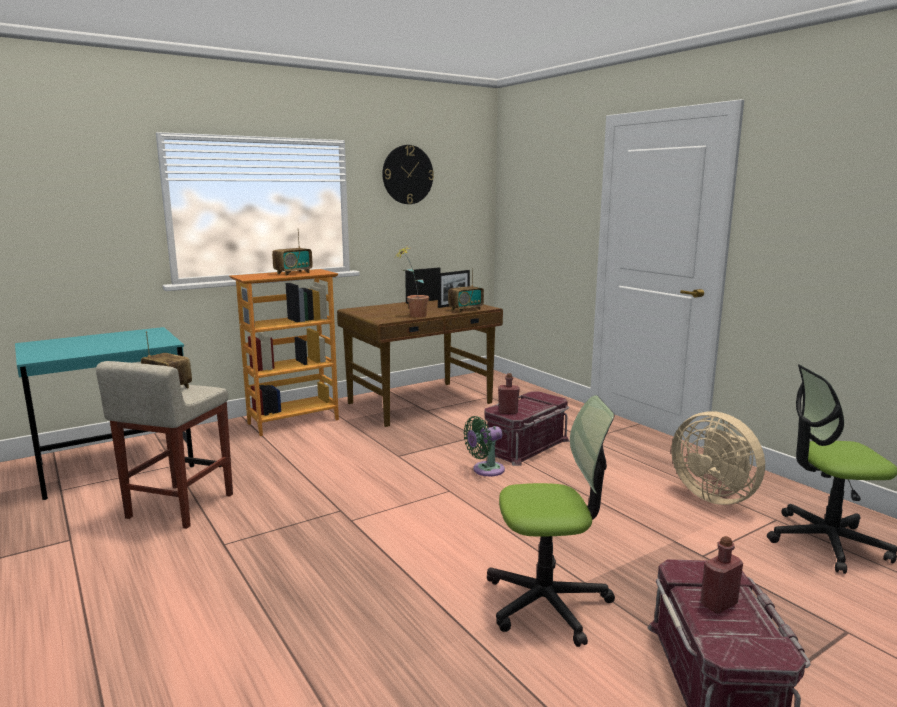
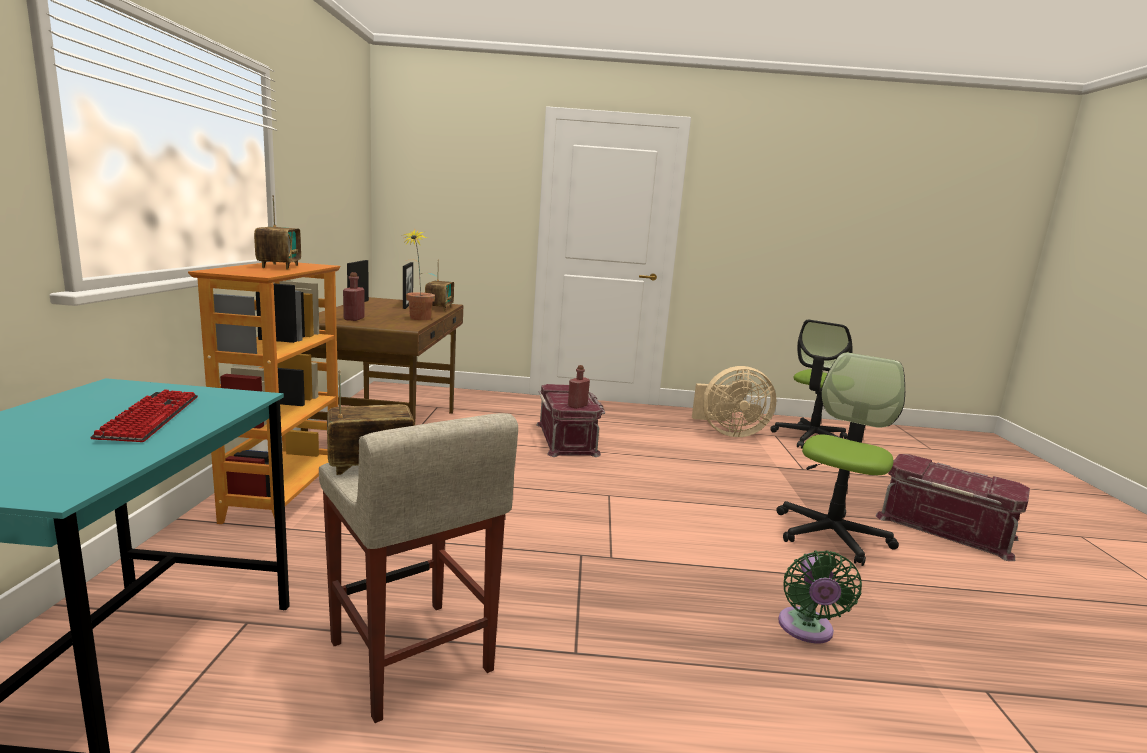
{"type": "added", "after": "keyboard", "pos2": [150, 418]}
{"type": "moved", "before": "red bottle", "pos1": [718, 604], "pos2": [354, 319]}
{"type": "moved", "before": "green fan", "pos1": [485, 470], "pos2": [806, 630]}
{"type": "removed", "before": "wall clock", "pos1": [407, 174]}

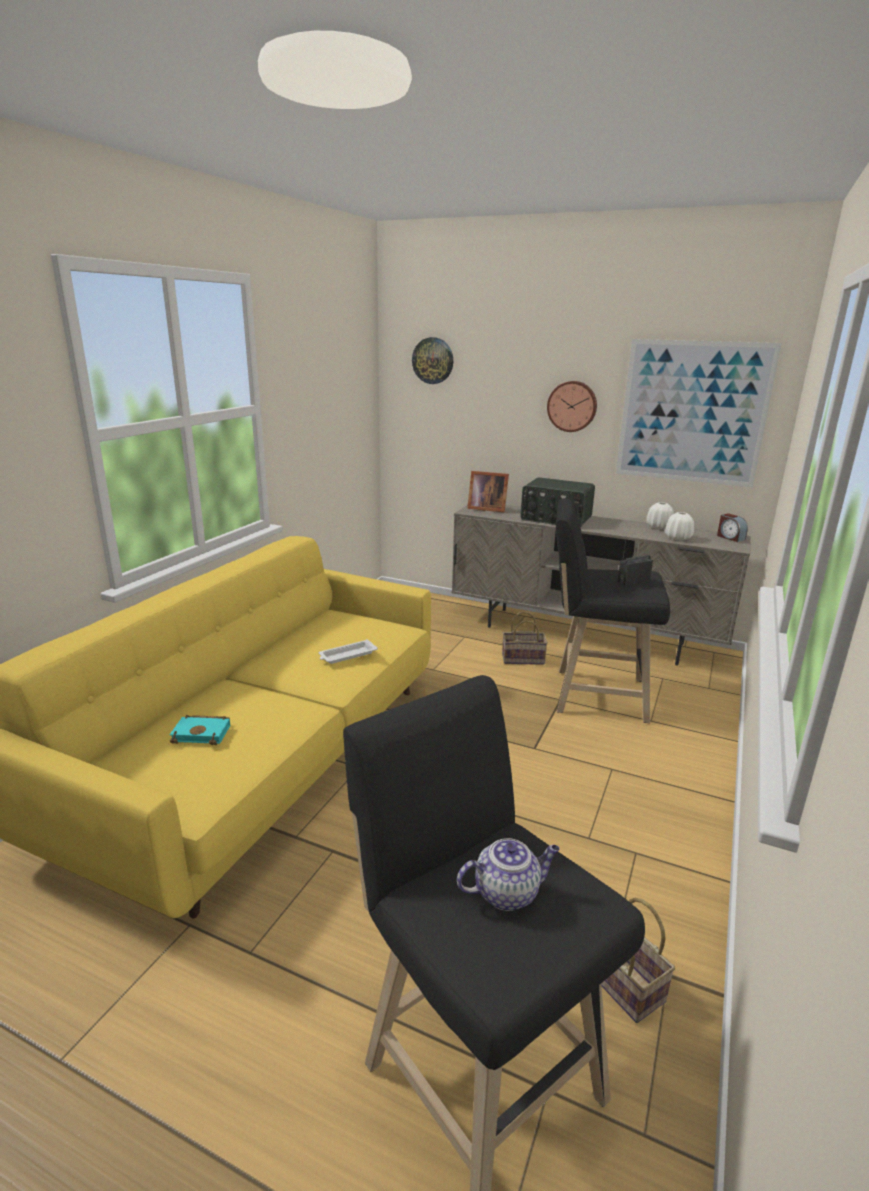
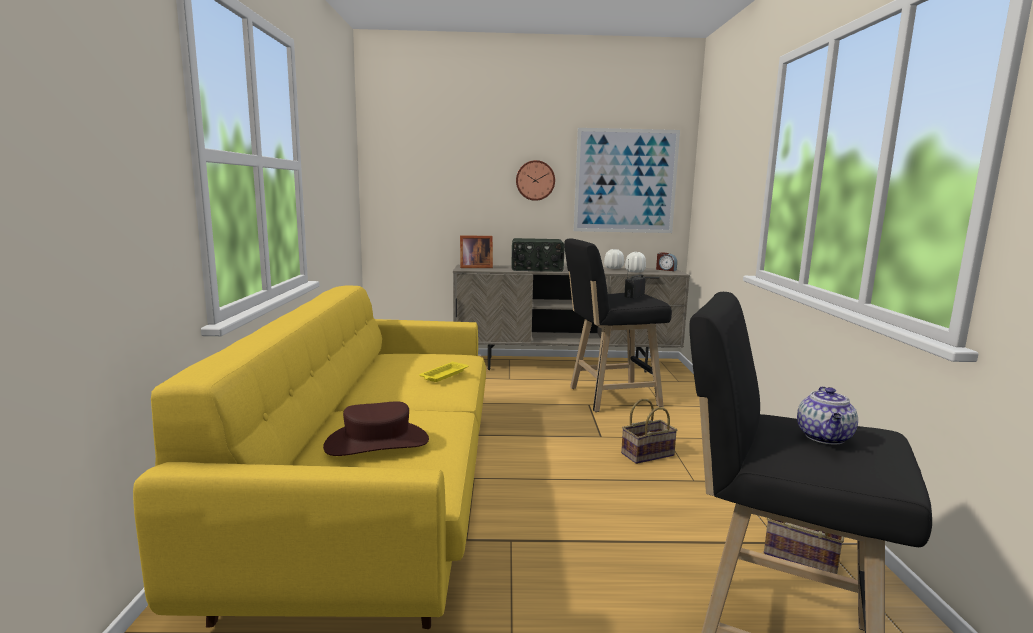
{"type": "replaced", "before": "turquoise book", "after": "brown hat", "pos1": [203, 733], "pos2": [377, 442]}
{"type": "recoloured", "before": "white tray", "after": "yellow tray", "pos1": [347, 655], "pos2": [443, 375]}
{"type": "moved", "before": "basket", "pos1": [524, 658], "pos2": [648, 454]}
{"type": "turned", "before": "teapot", "pos1": [507, 892], "pos2": [825, 438], "turn": 150}
{"type": "removed", "before": "wall clock", "pos1": [433, 360]}

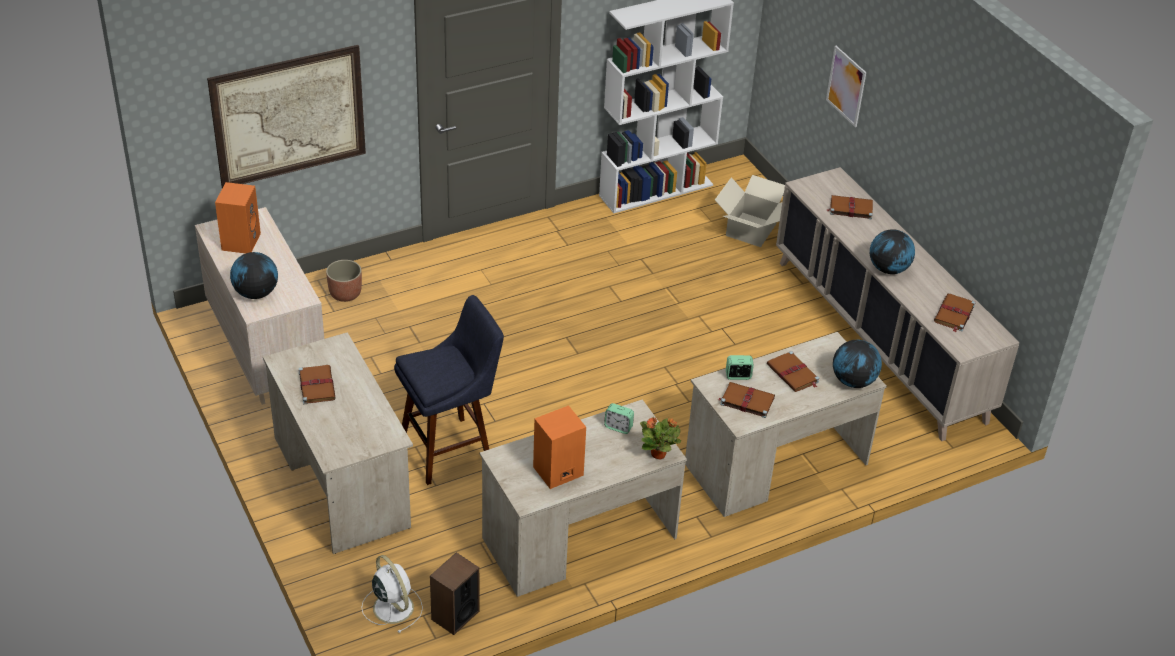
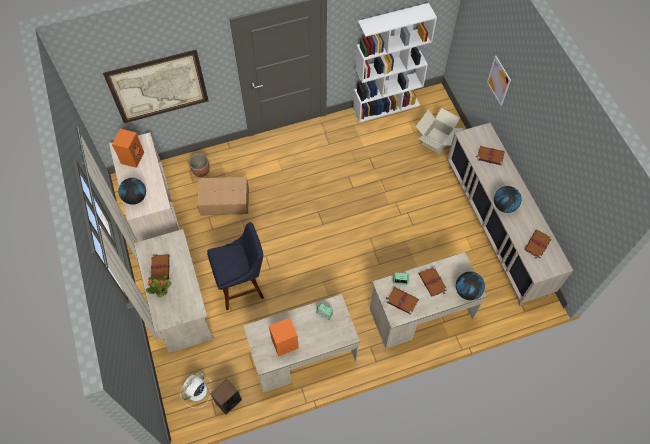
{"type": "moved", "before": "potted plant", "pos1": [659, 454], "pos2": [162, 292]}
{"type": "turned", "before": "white fan", "pos1": [392, 606], "pos2": [196, 392], "turn": -120}
{"type": "added", "after": "cardboard box", "pos2": [224, 200]}

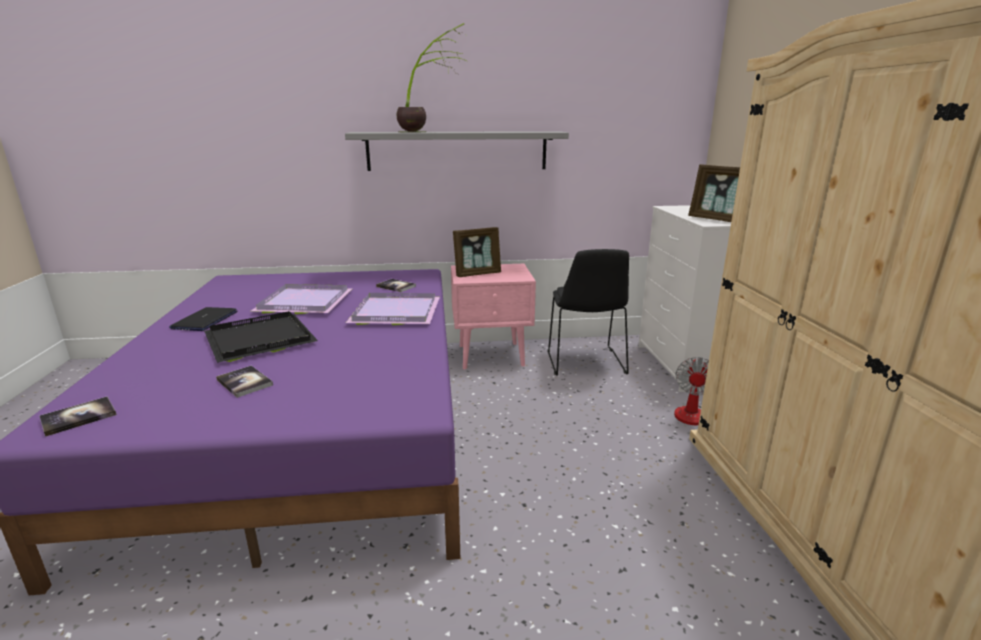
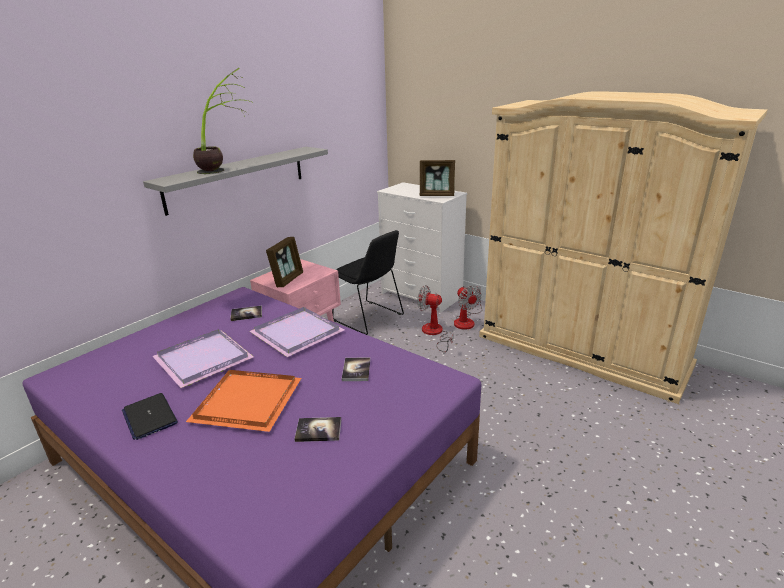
{"type": "recoloured", "before": "black tray", "after": "orange tray", "pos1": [261, 338], "pos2": [246, 400]}
{"type": "moved", "before": "book", "pos1": [78, 417], "pos2": [356, 370]}
{"type": "added", "after": "fan", "pos2": [435, 333]}

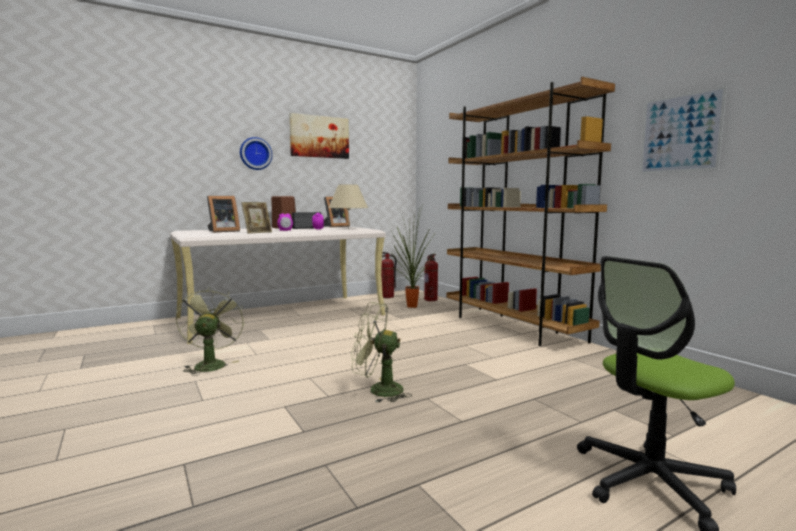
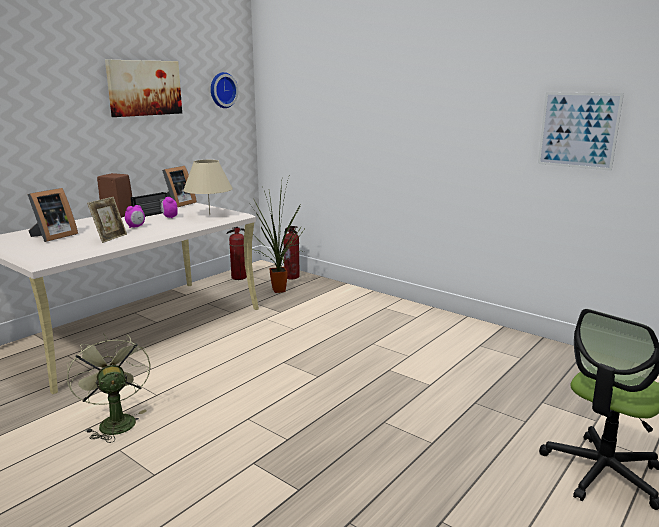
{"type": "moved", "before": "wall clock", "pos1": [255, 153], "pos2": [222, 90]}
{"type": "removed", "before": "green fan", "pos1": [378, 390]}
{"type": "removed", "before": "brown bookcase", "pos1": [512, 327]}

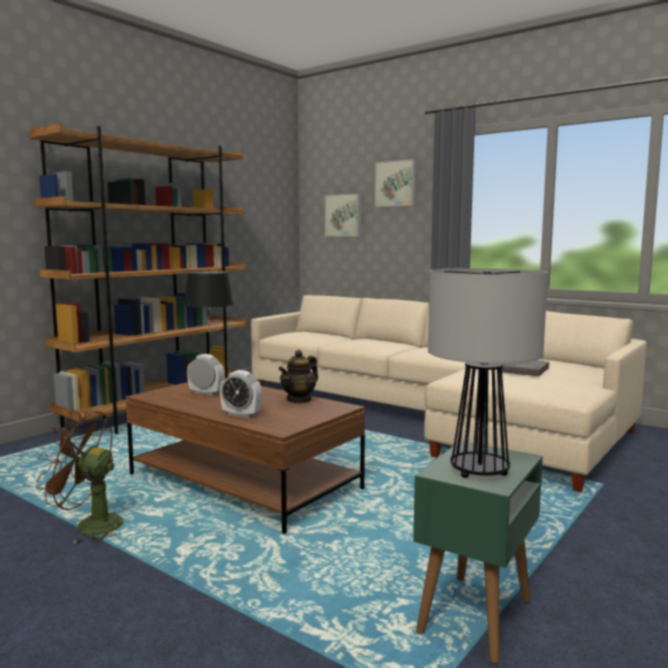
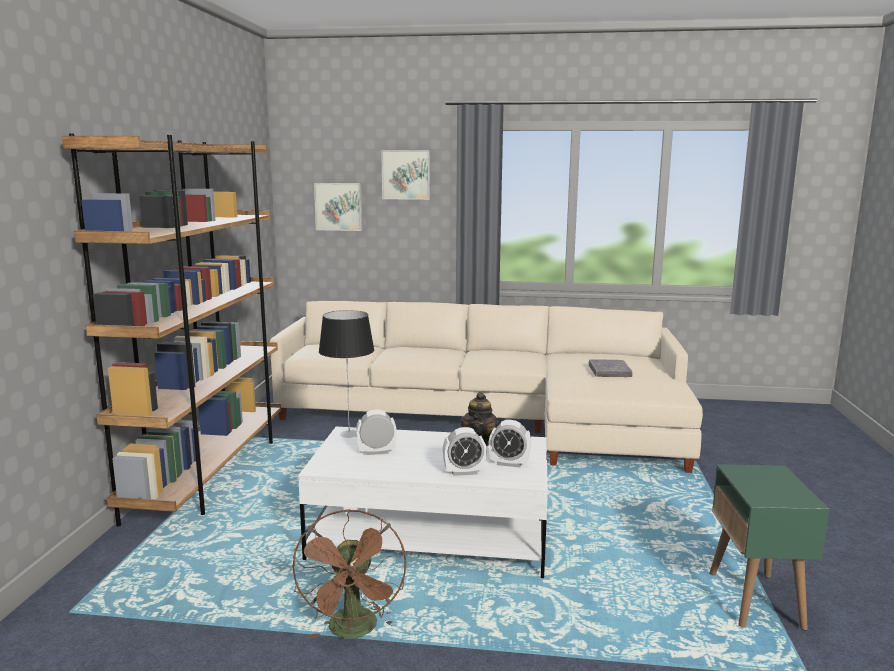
{"type": "turned", "before": "brown fan", "pos1": [89, 526], "pos2": [354, 632], "turn": -75}
{"type": "recoloured", "before": "brown coffee table", "after": "white coffee table", "pos1": [244, 482], "pos2": [431, 536]}
{"type": "added", "after": "alarm clock", "pos2": [509, 463]}
{"type": "removed", "before": "table lamp", "pos1": [480, 471]}

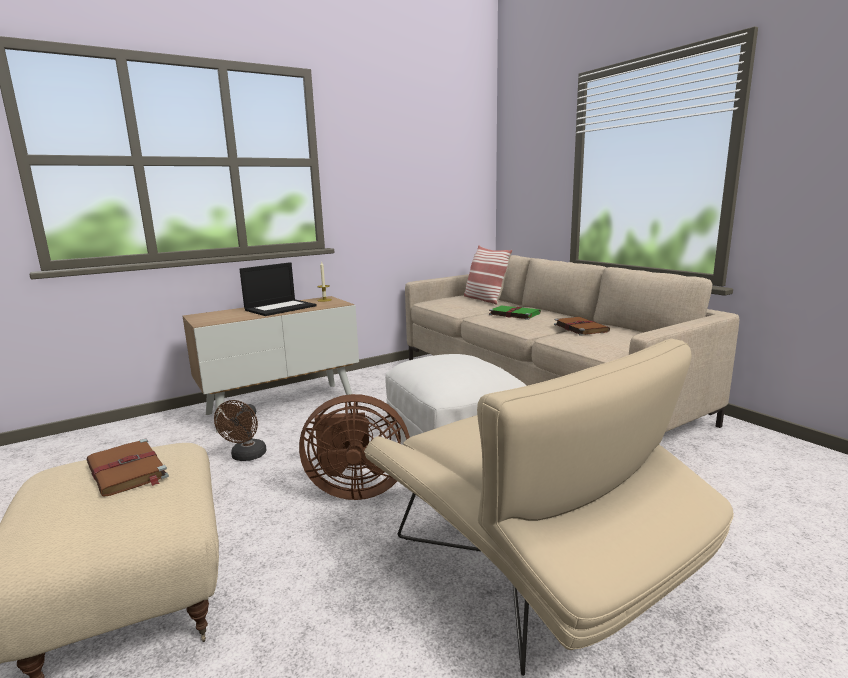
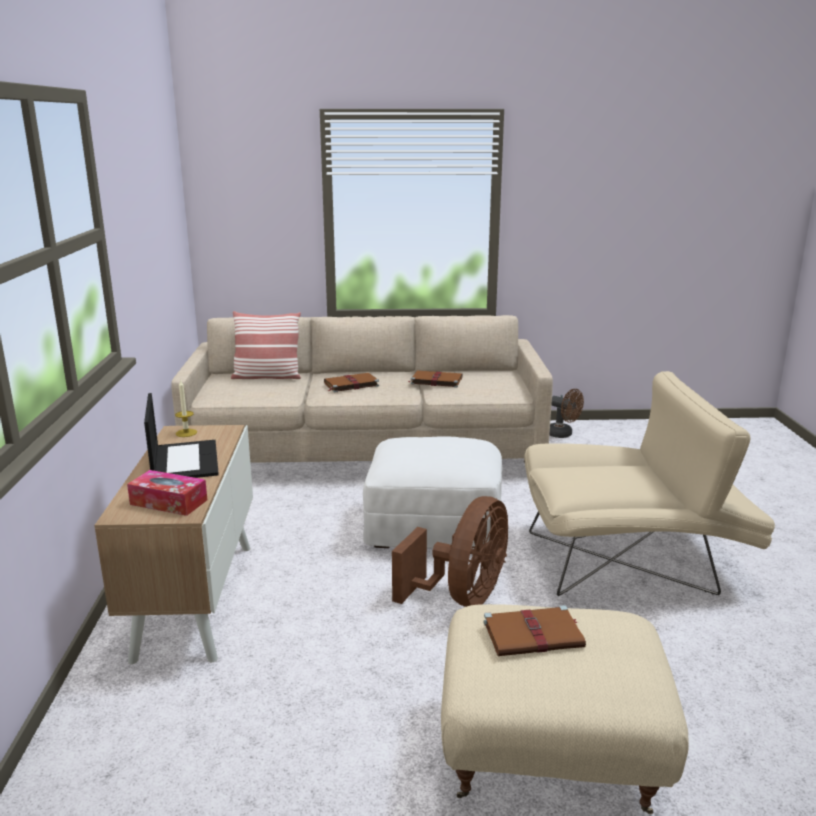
{"type": "added", "after": "tissue box", "pos2": [169, 502]}
{"type": "recoloured", "before": "green book", "after": "brown book", "pos1": [513, 314], "pos2": [350, 384]}
{"type": "moved", "before": "brown fan", "pos1": [246, 457], "pos2": [563, 434]}

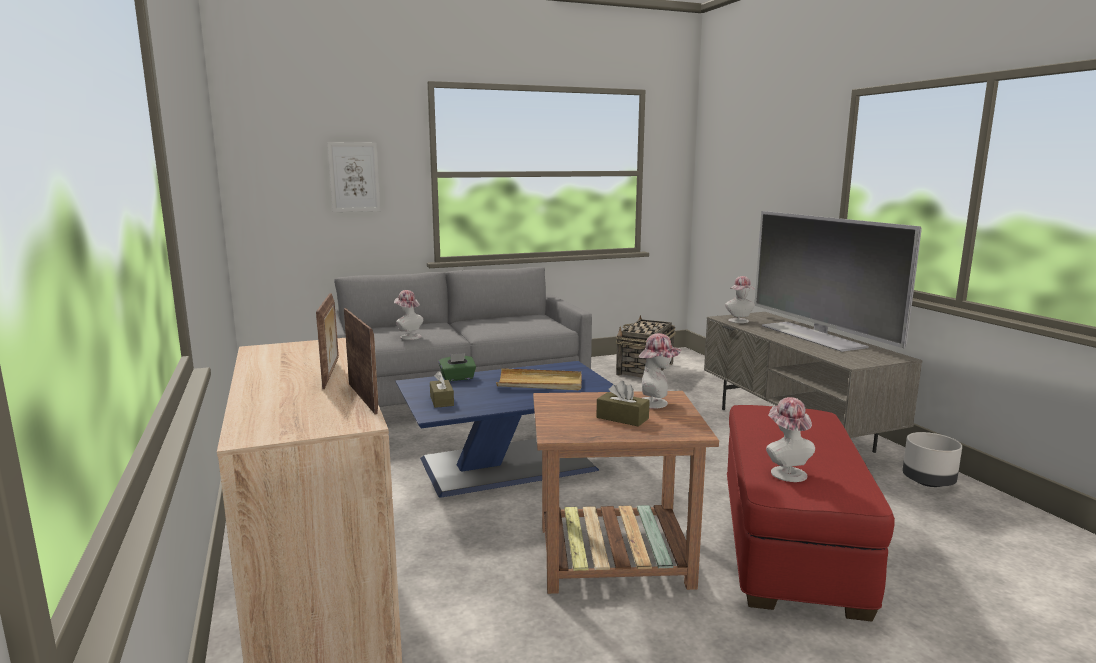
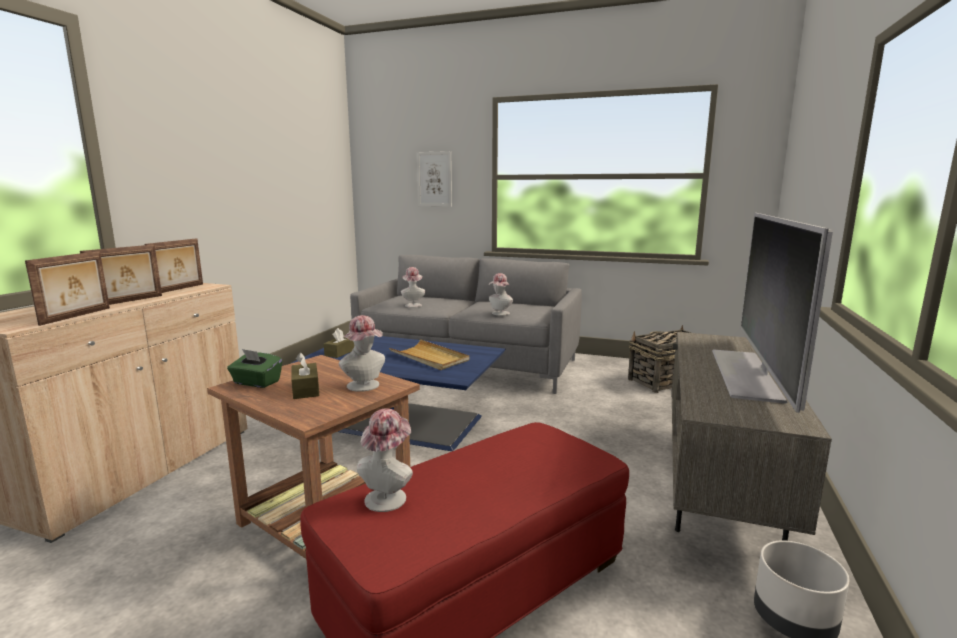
{"type": "added", "after": "picture frame", "pos2": [179, 289]}
{"type": "moved", "before": "green tissue box", "pos1": [457, 378], "pos2": [256, 383]}
{"type": "moved", "before": "hat", "pos1": [739, 321], "pos2": [499, 313]}

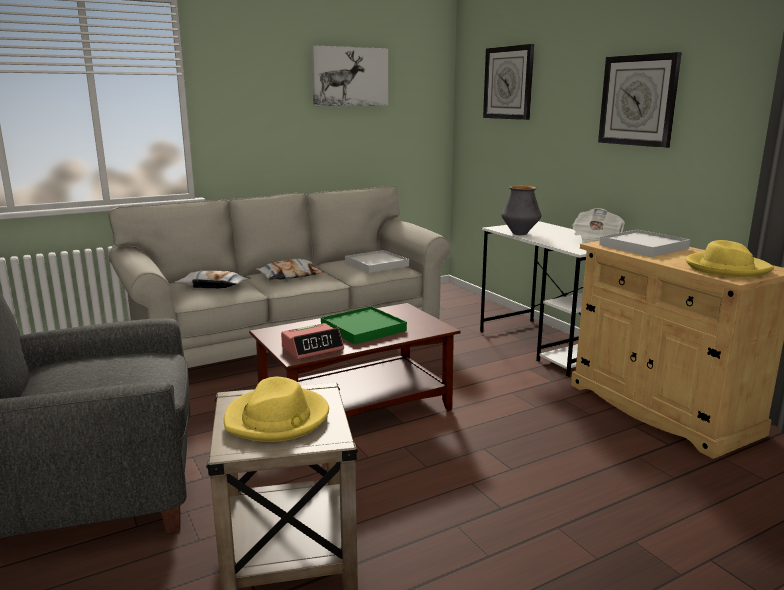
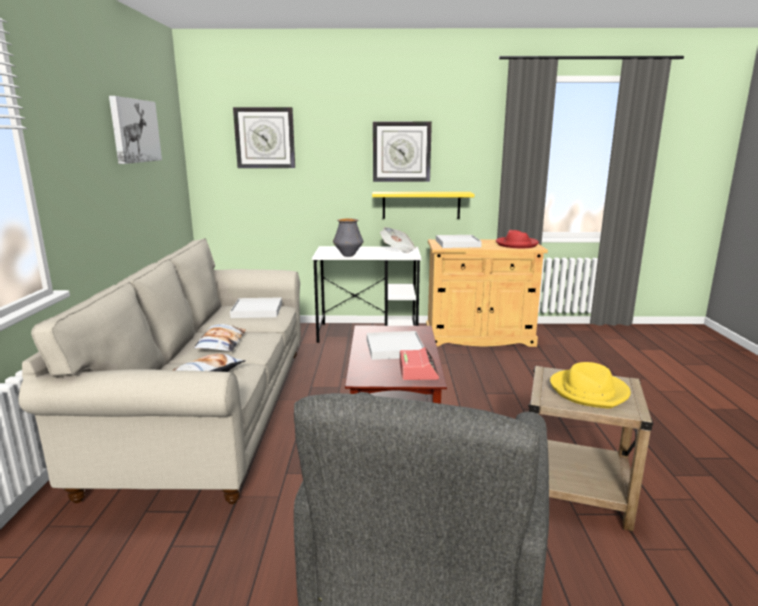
{"type": "recoloured", "before": "green tray", "after": "white tray", "pos1": [363, 328], "pos2": [394, 348]}
{"type": "added", "after": "yellow shelf", "pos2": [421, 205]}
{"type": "recoloured", "before": "yellow hat", "after": "red hat", "pos1": [726, 268], "pos2": [516, 244]}

